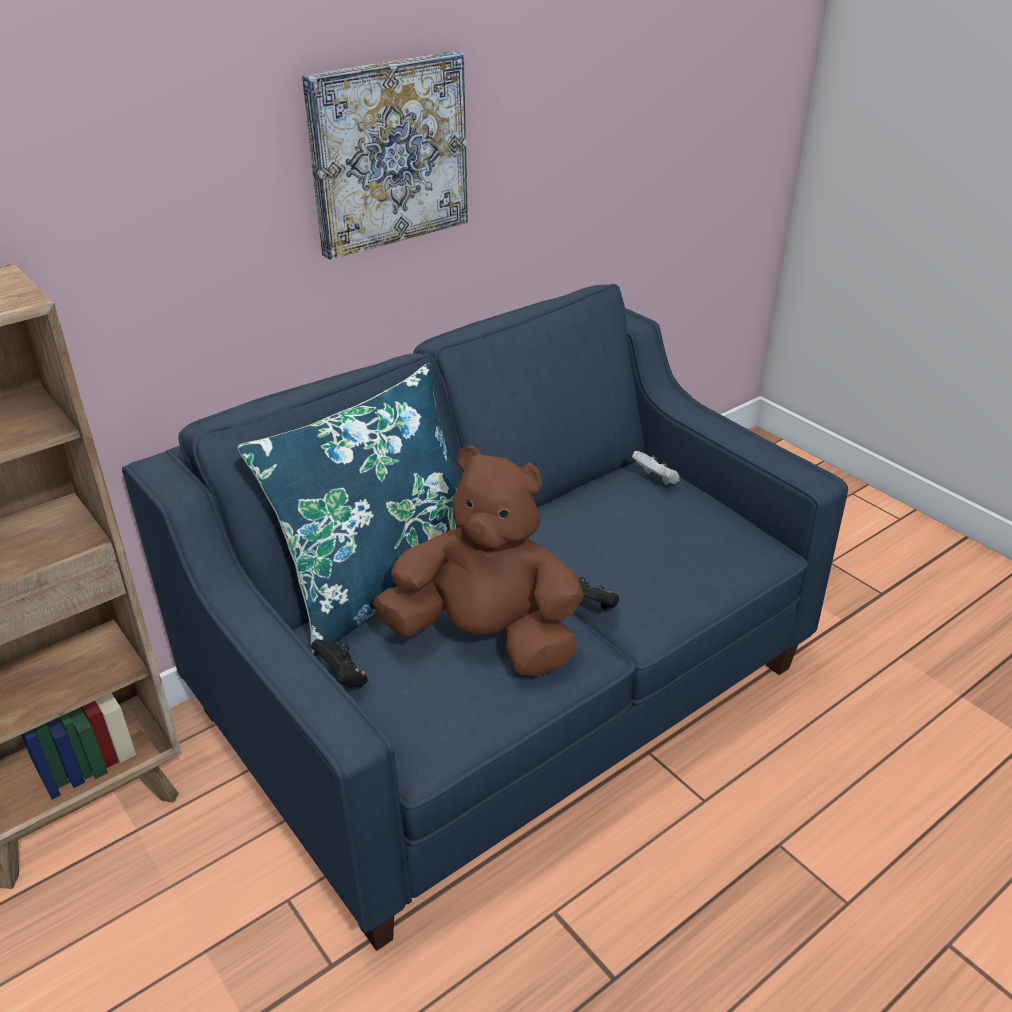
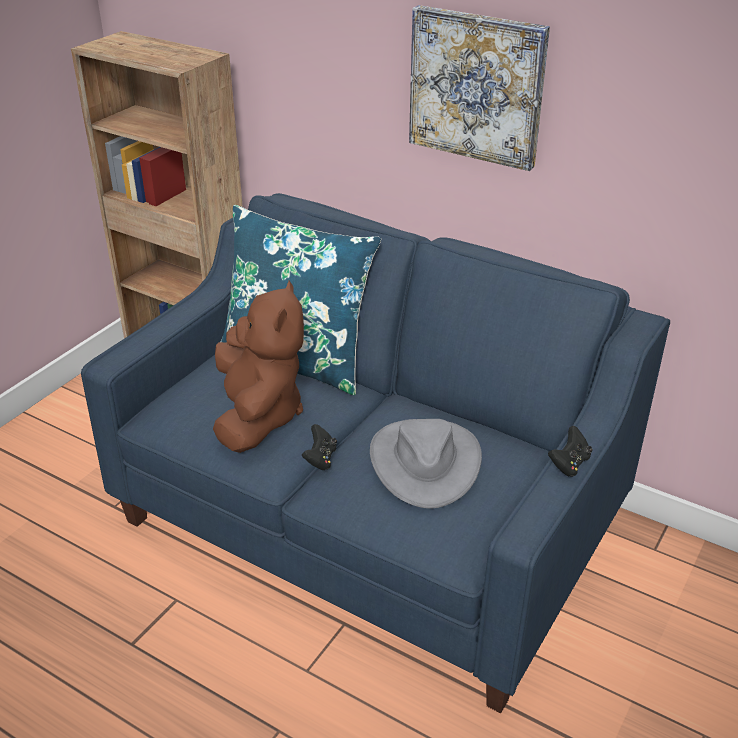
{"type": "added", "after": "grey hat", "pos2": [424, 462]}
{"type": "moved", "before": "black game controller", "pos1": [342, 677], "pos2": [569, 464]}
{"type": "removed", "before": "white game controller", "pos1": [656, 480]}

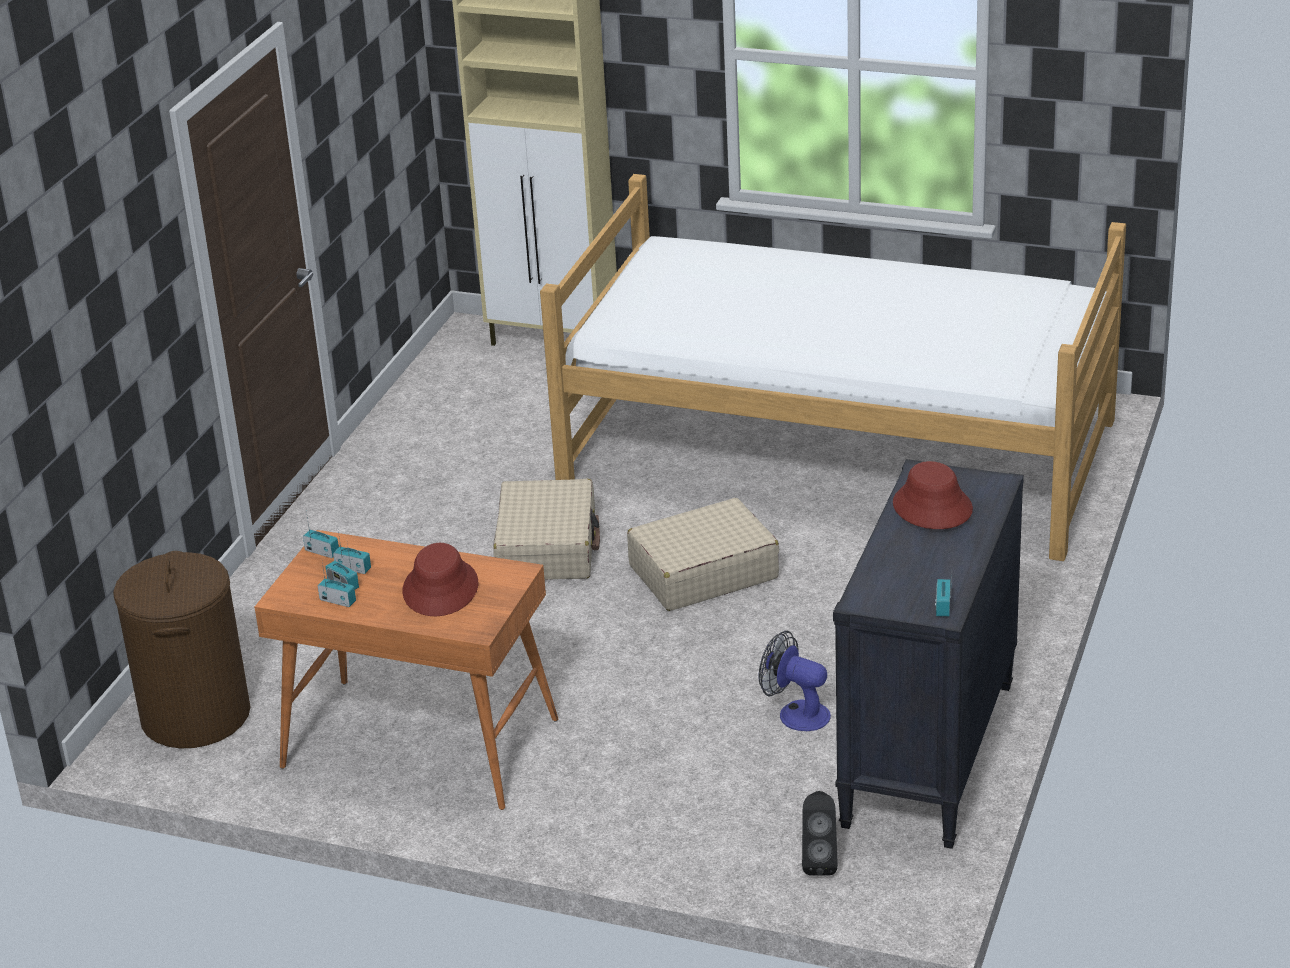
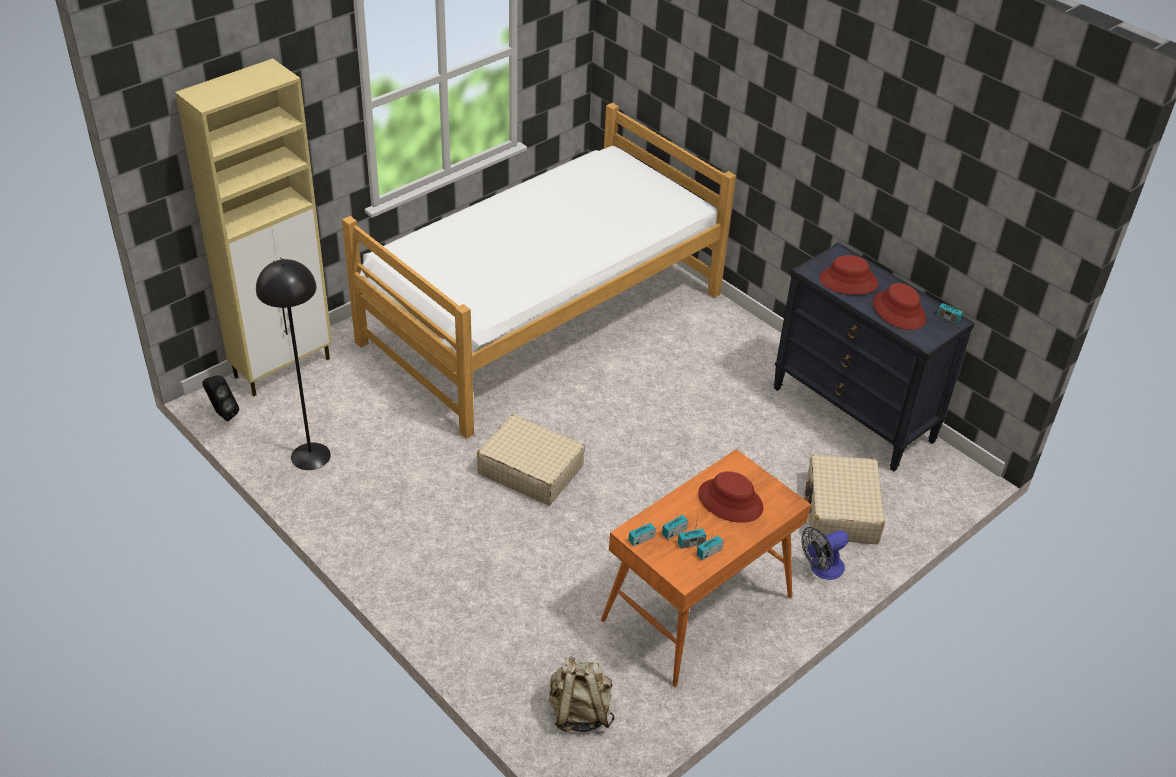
{"type": "moved", "before": "black speaker", "pos1": [819, 862], "pos2": [222, 414]}
{"type": "added", "after": "black floor lamp", "pos2": [310, 456]}
{"type": "replaced", "before": "brown laundry basket", "after": "beige backpack", "pos1": [195, 715], "pos2": [579, 712]}
{"type": "moved", "before": "fan", "pos1": [796, 713], "pos2": [821, 569]}
{"type": "moved", "before": "beige suitcase", "pos1": [703, 572], "pos2": [841, 510]}
{"type": "added", "after": "red hat", "pos2": [899, 311]}

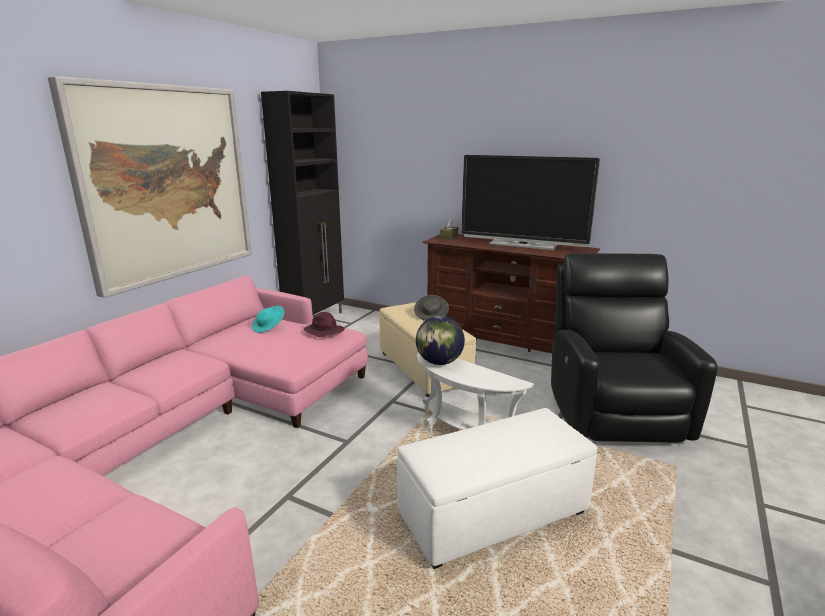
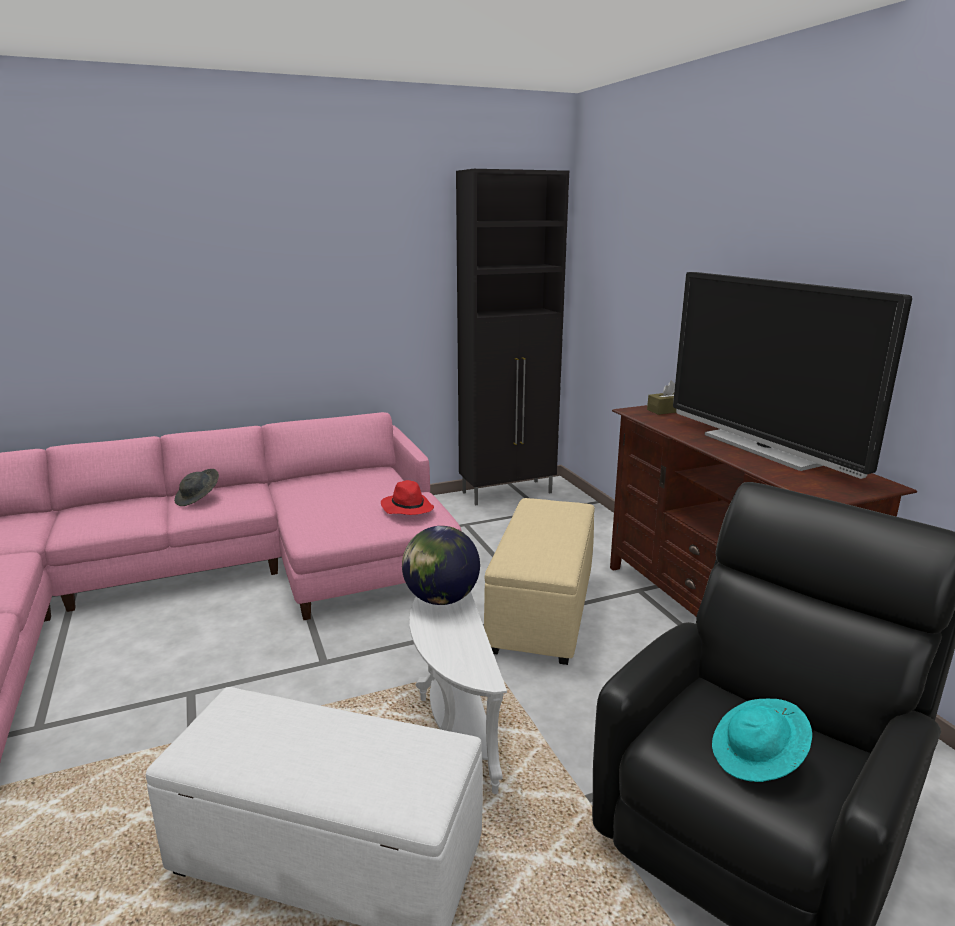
{"type": "moved", "before": "grey hat", "pos1": [431, 316], "pos2": [198, 499]}
{"type": "recoloured", "before": "purple hat", "after": "red hat", "pos1": [323, 332], "pos2": [407, 508]}
{"type": "moved", "before": "turquoise hat", "pos1": [269, 327], "pos2": [757, 758]}
{"type": "removed", "before": "picture", "pos1": [167, 183]}

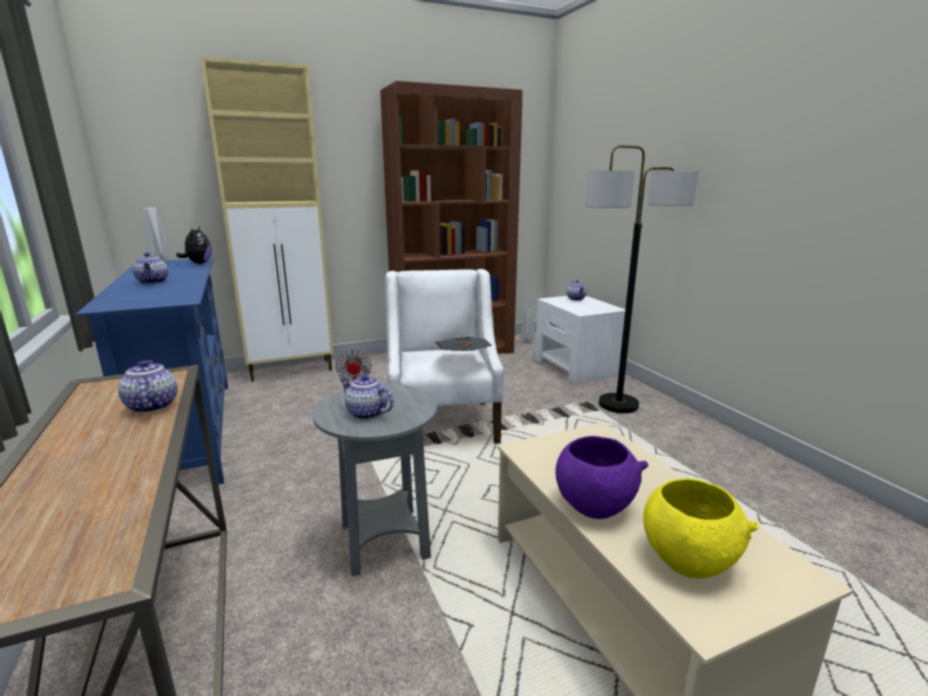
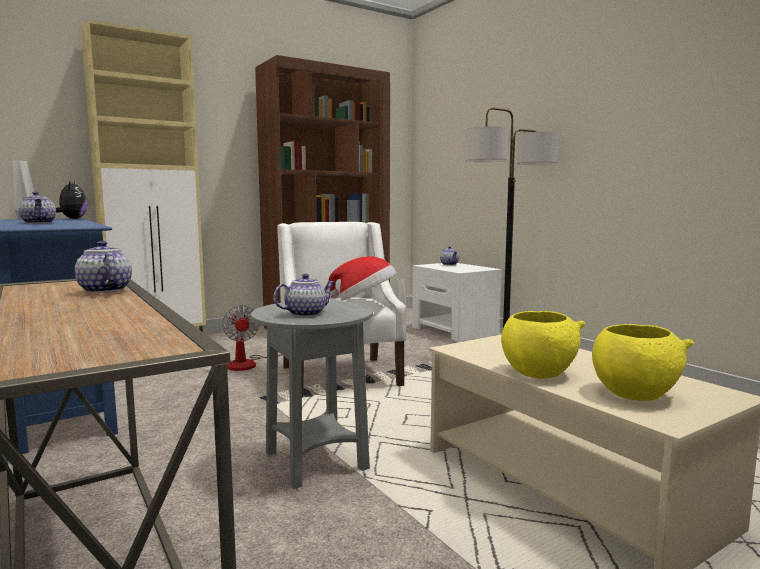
{"type": "turned", "before": "teapot", "pos1": [366, 413], "pos2": [306, 313], "turn": 120}
{"type": "replaced", "before": "newspaper", "after": "hat", "pos1": [463, 359], "pos2": [364, 300]}
{"type": "recoloured", "before": "purple bowl", "after": "yellow bowl", "pos1": [594, 505], "pos2": [538, 372]}

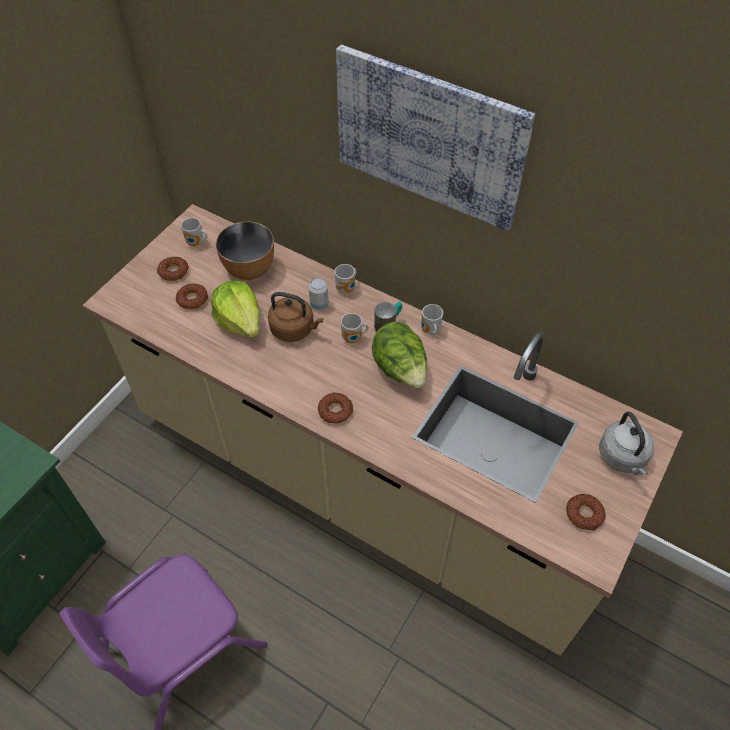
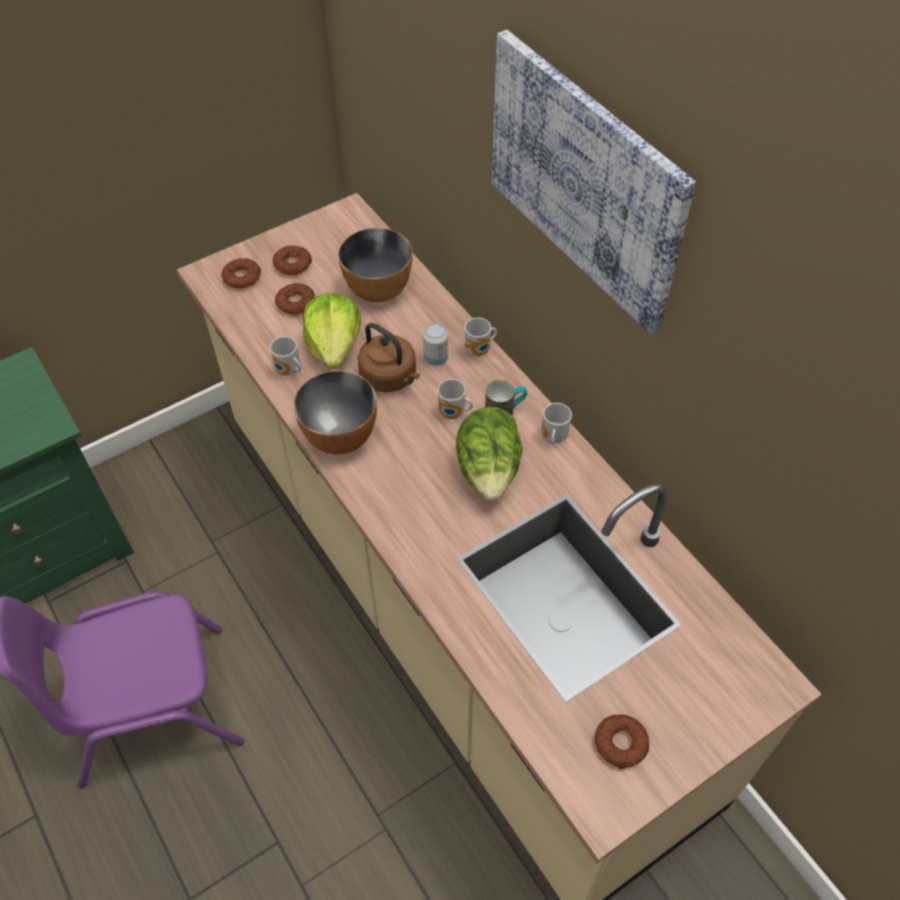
{"type": "moved", "before": "donut", "pos1": [335, 410], "pos2": [242, 277]}
{"type": "moved", "before": "mug", "pos1": [196, 243], "pos2": [288, 371]}
{"type": "added", "after": "bowl", "pos2": [341, 437]}
{"type": "removed", "before": "grey kettle", "pos1": [623, 458]}

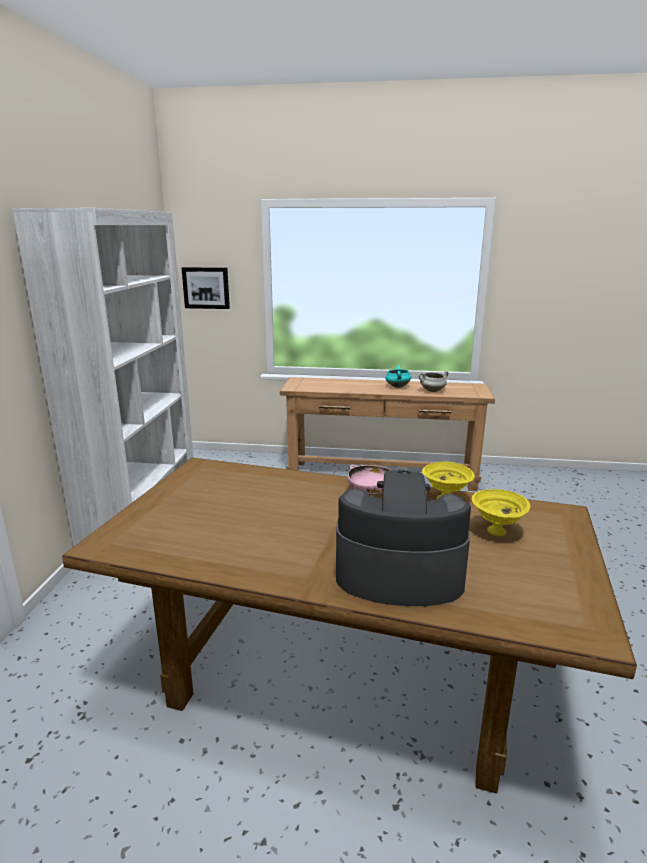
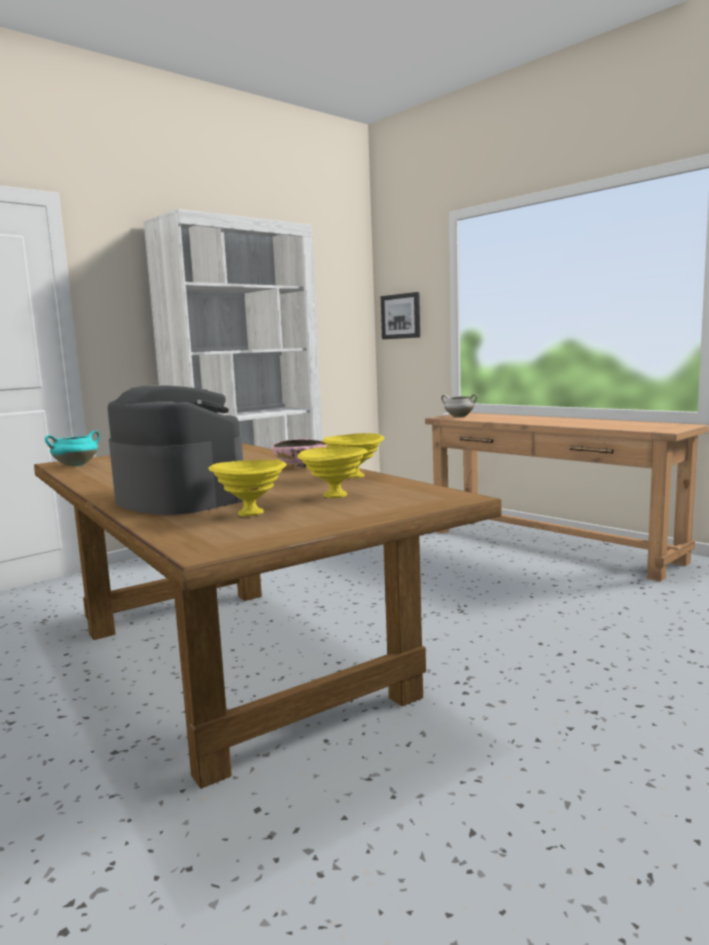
{"type": "moved", "before": "turquoise cooking pot", "pos1": [397, 386], "pos2": [76, 465]}
{"type": "added", "after": "yellow bowl", "pos2": [250, 513]}
{"type": "moved", "before": "white cooking pot", "pos1": [432, 391], "pos2": [458, 417]}

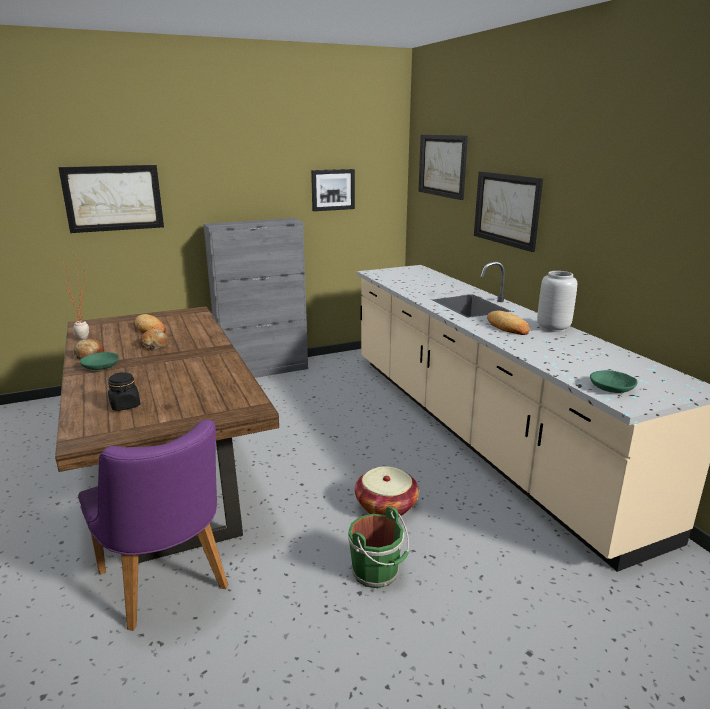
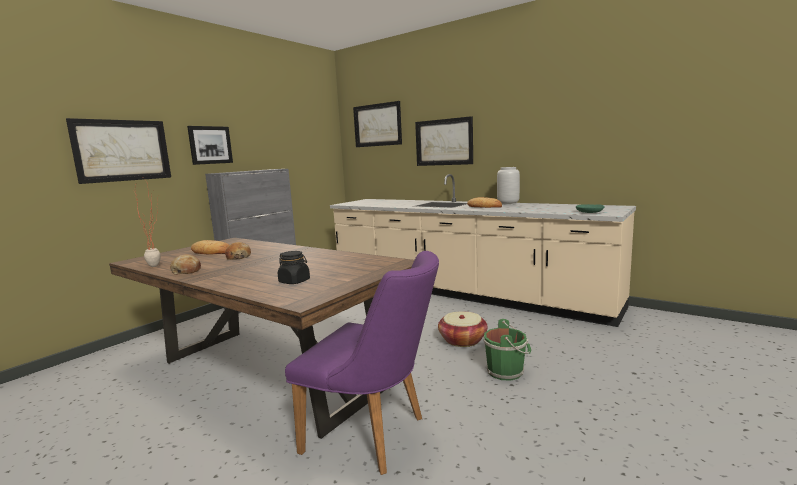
{"type": "moved", "before": "picture", "pos1": [332, 189], "pos2": [210, 145]}
{"type": "removed", "before": "green bowl", "pos1": [101, 366]}

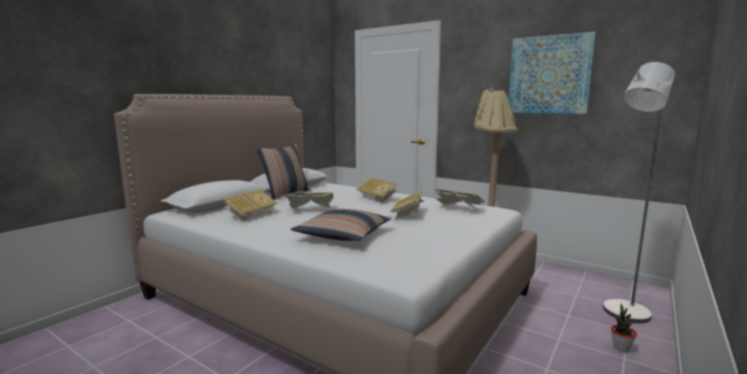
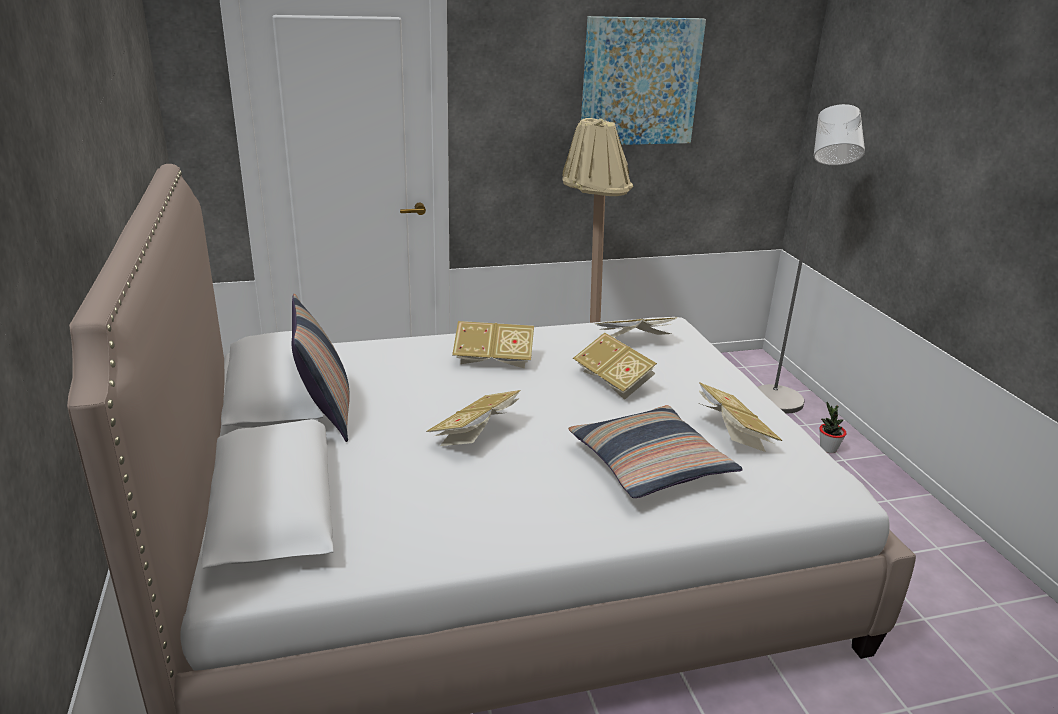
{"type": "moved", "before": "book", "pos1": [251, 215], "pos2": [732, 434]}

